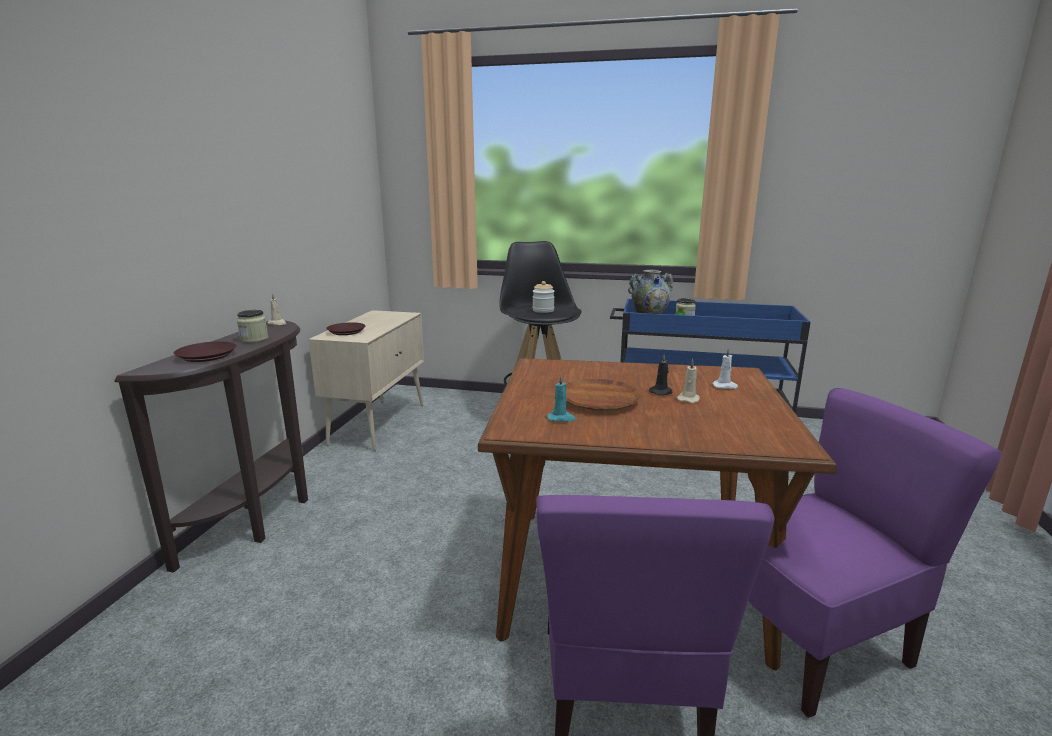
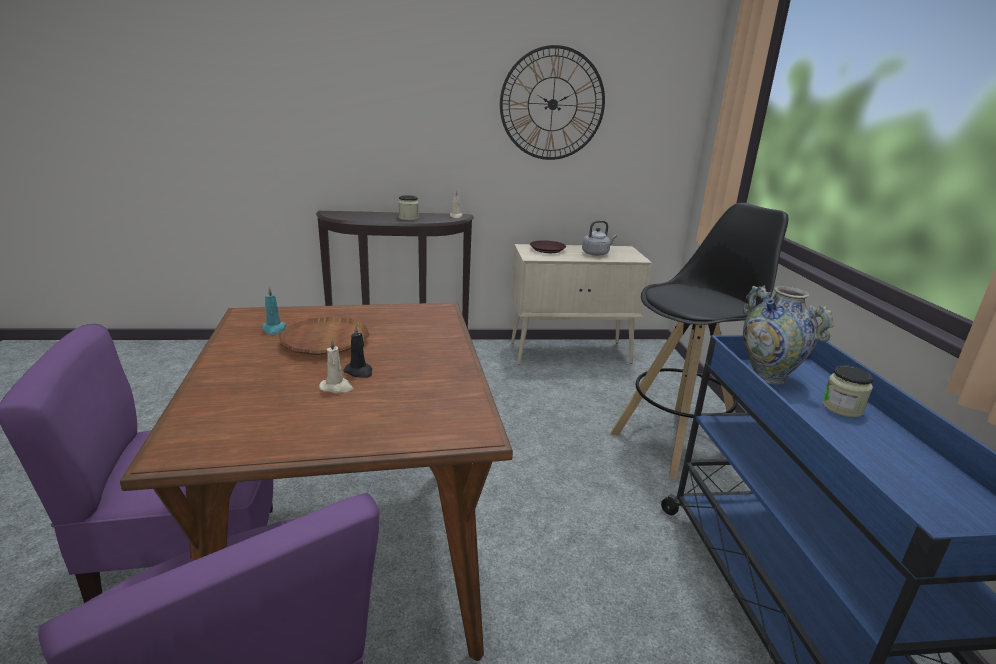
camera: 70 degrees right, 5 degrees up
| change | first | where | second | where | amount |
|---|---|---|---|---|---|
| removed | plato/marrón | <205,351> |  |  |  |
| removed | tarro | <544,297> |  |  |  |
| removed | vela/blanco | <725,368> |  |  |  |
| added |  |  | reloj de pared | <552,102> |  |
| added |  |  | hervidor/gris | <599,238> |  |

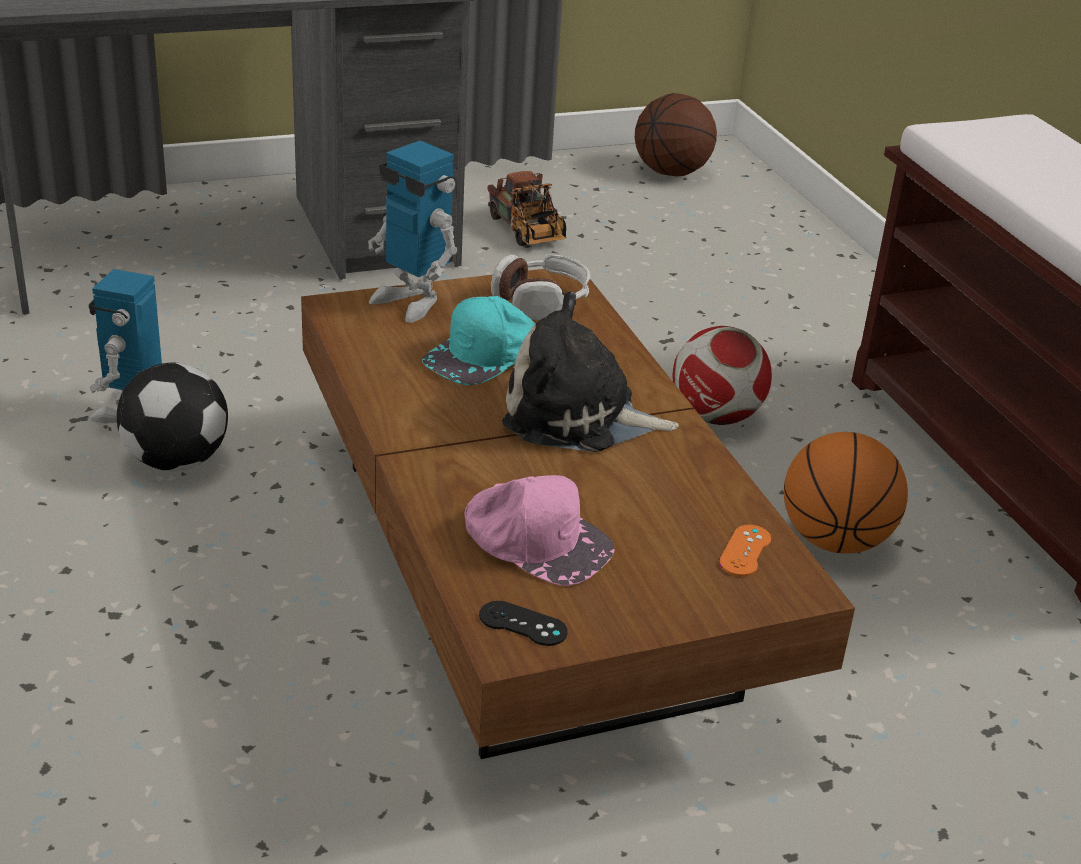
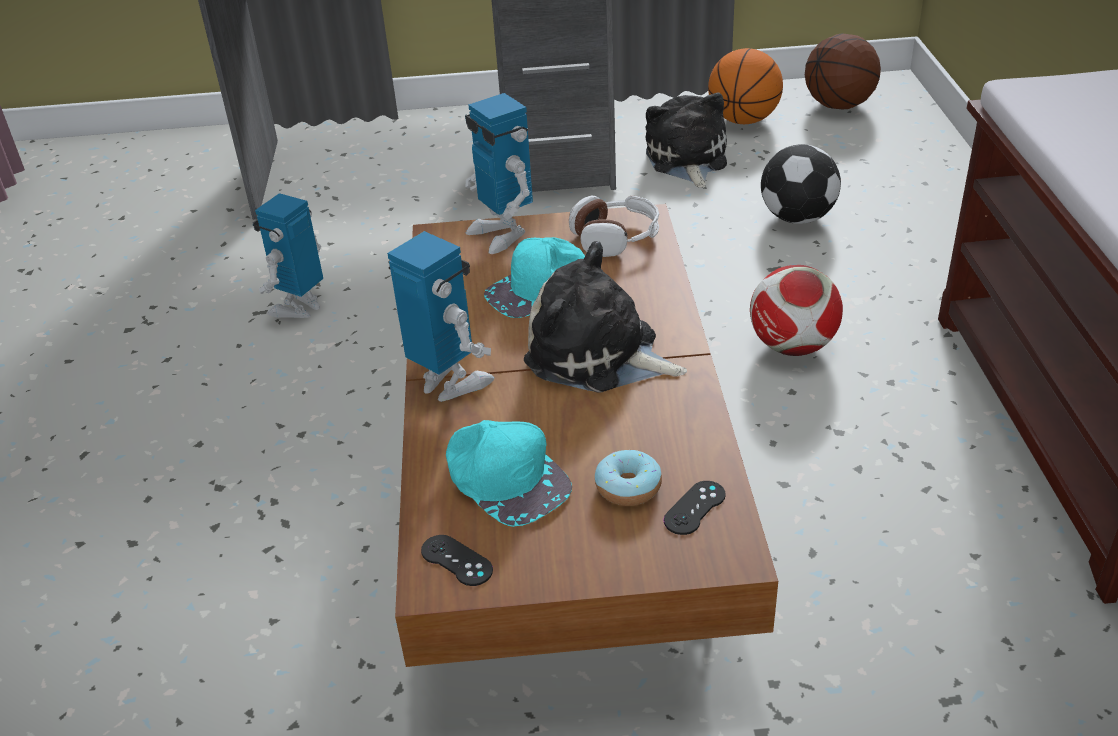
camera: 20 degrees right, 5 degrees up
| change | first | where | second | where | amount |
|---|---|---|---|---|---|
| moved | balón de fútbol | <172,417> |  | <801,184> |  |
| recoloured | gorra/rosa | <539,530> | gorra/turquesa | <509,473> |  |
| replaced | camión de juguete | <527,208> | peluche | <686,140> |  |
| recoloured | mando de consola/naranja | <745,551> | mando de consola/negro | <695,508> |  |
| moved | balón de baloncesto | <846,493> |  | <745,86> |  |
| added |  |  | robot de juguete | <440,316> |  |
| added |  |  | rosquilla | <628,478> |  |

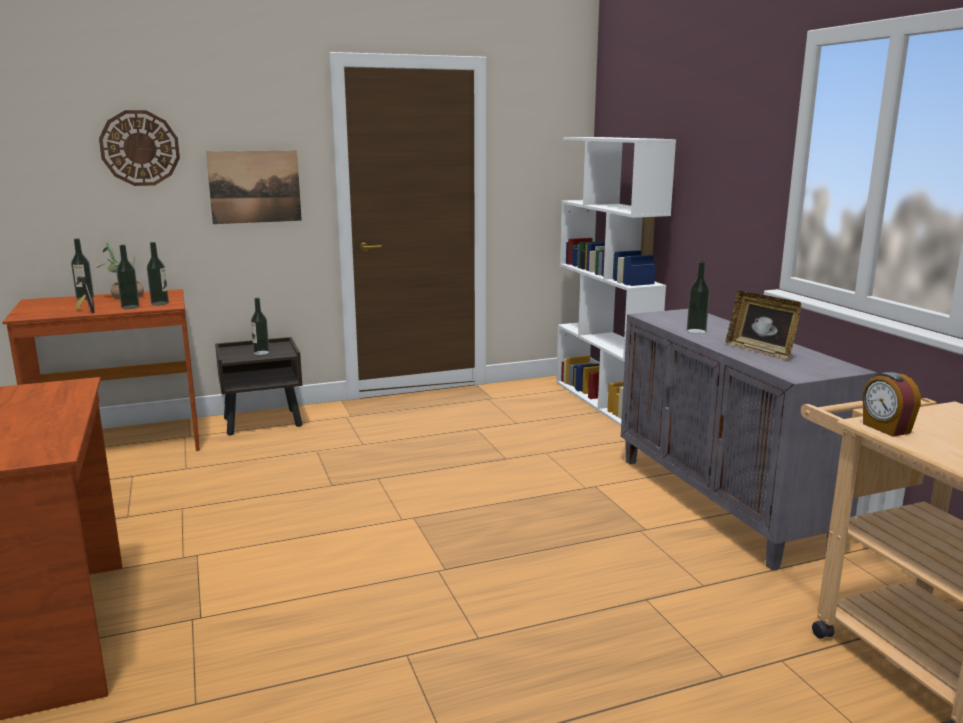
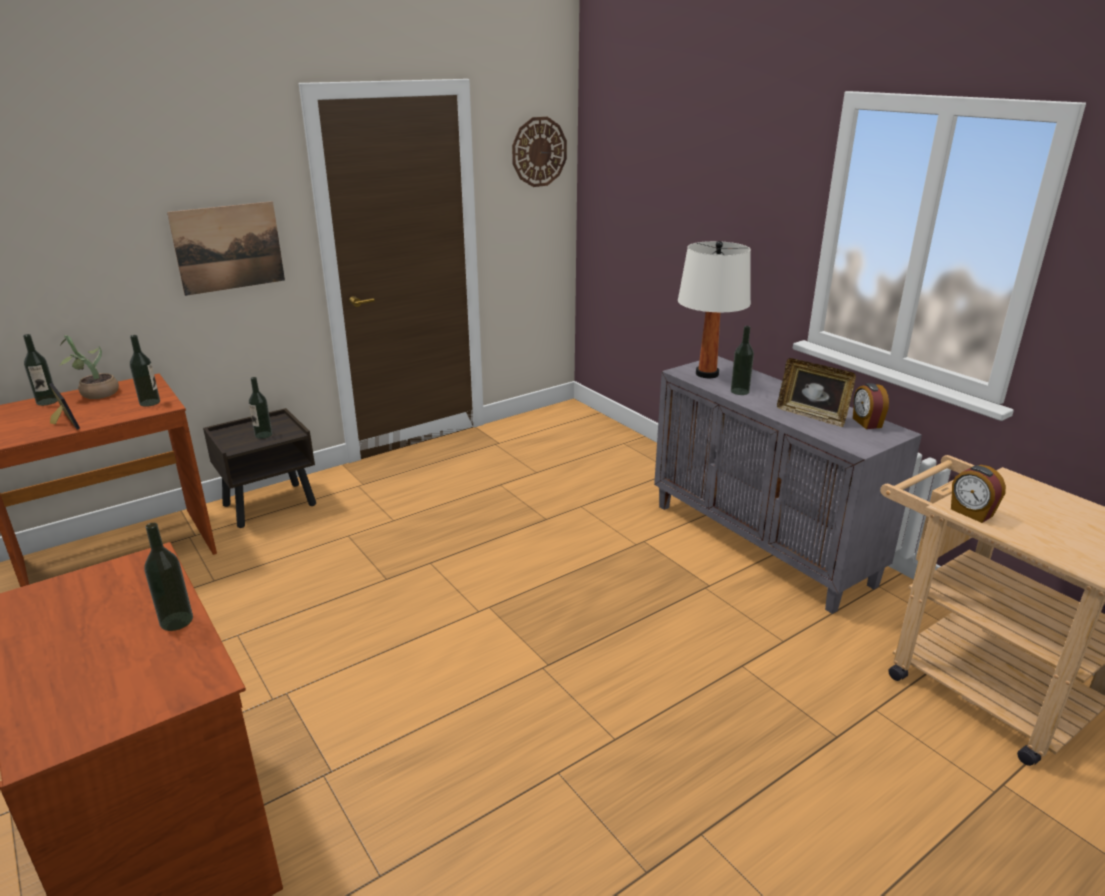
camera: 15 degrees left, 10 degrees up
| change | first | where | second | where | amount |
|---|---|---|---|---|---|
| moved | reloj de pared | <139,148> |  | <539,152> |  |
| moved | botella | <128,277> |  | <168,577> |  |
| removed | estantería/blanco | <616,281> |  |  |  |
| added |  |  | lámpara de mesa/blanco | <714,309> |  |
| added |  |  | despertador | <871,406> |  |

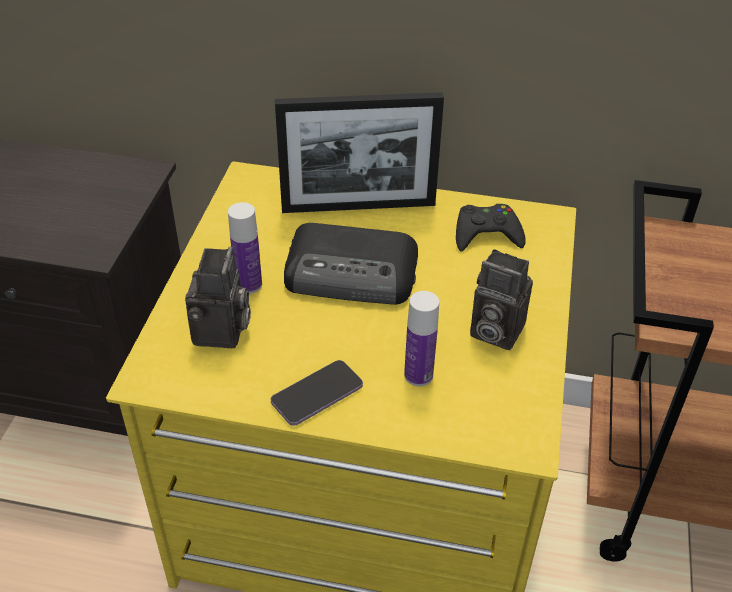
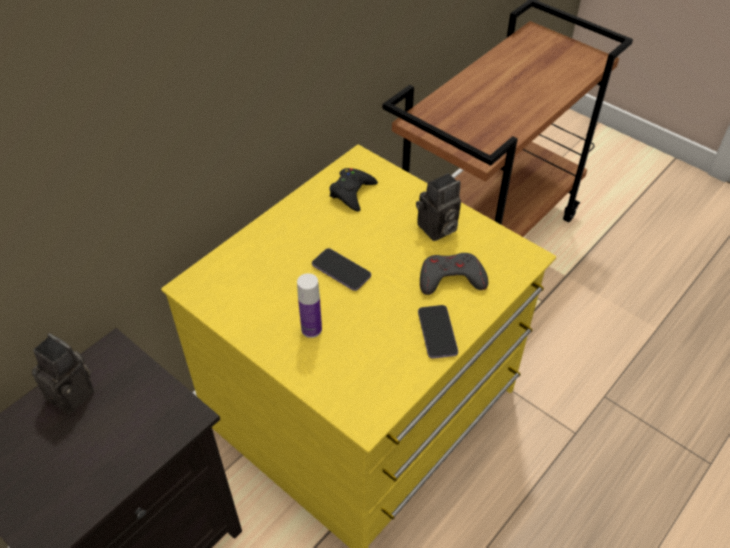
camera: 60 degrees left, 5 degrees up
| change | first | where | second | where | amount |
|---|---|---|---|---|---|
| moved | cámara | <218,297> |  | <63,373> |  |
| removed | portarretratos | <359,152> |  |  |  |
| replaced | radio | <351,264> | móvil | <341,269> |  |
| replaced | botella | <421,338> | mando de consola/gris | <454,274> |  |

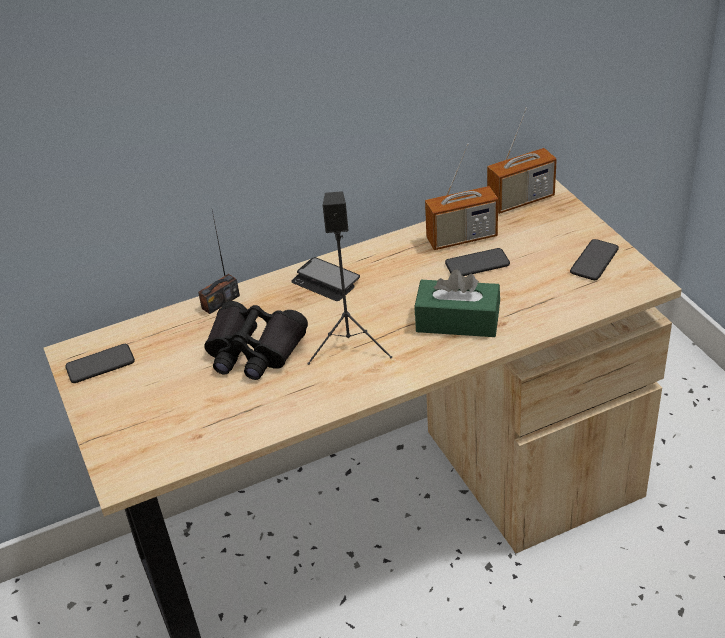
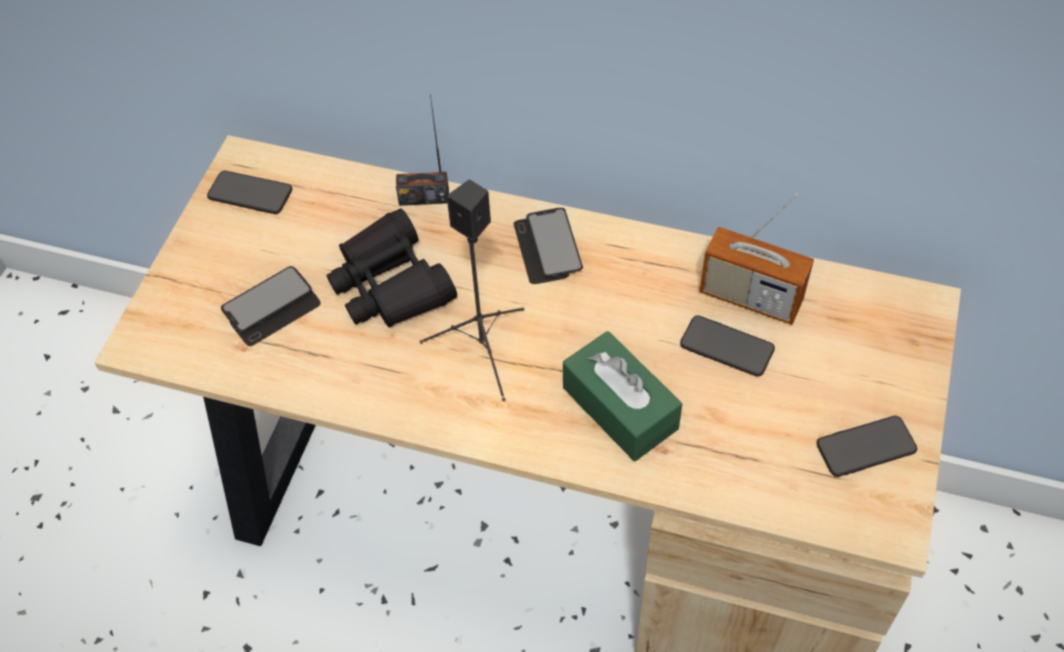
camera: 40 degrees right, 15 degrees up
| change | first | where | second | where | amount |
|---|---|---|---|---|---|
| removed | radio | <522,161> |  |  |  |
| added |  |  | móvil | <270,306> |  |

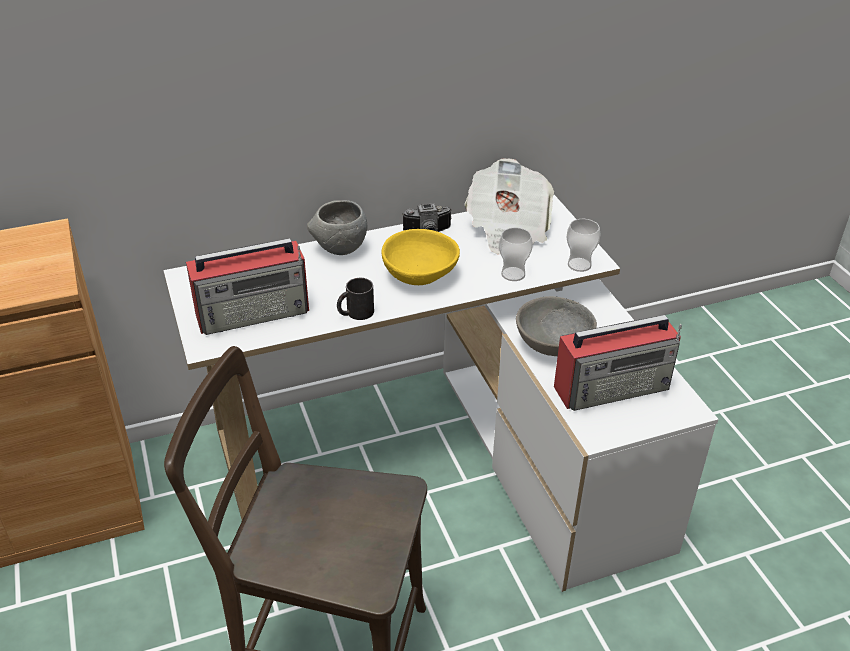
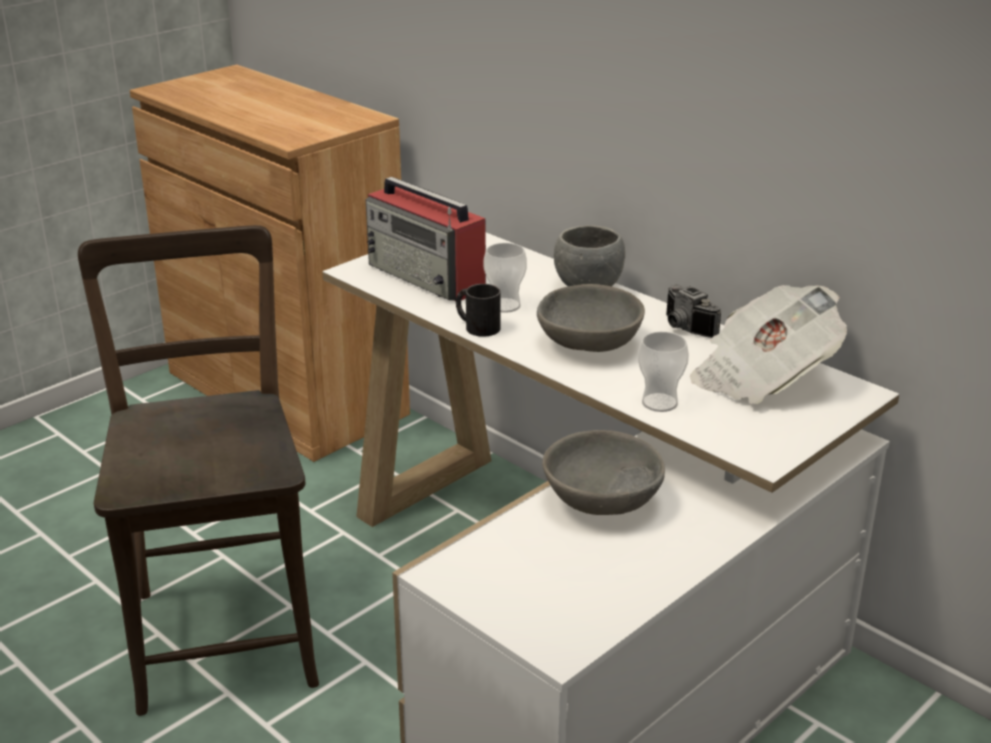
camera: 65 degrees right, 10 degrees down
| change | first | where | second | where | amount |
|---|---|---|---|---|---|
| recoloured | cuenco/amarillo | <421,257> | cuenco/gris | <591,318> |  |
| removed | radio | <618,363> |  |  |  |
| moved | taza | <583,245> |  | <505,278> |  |

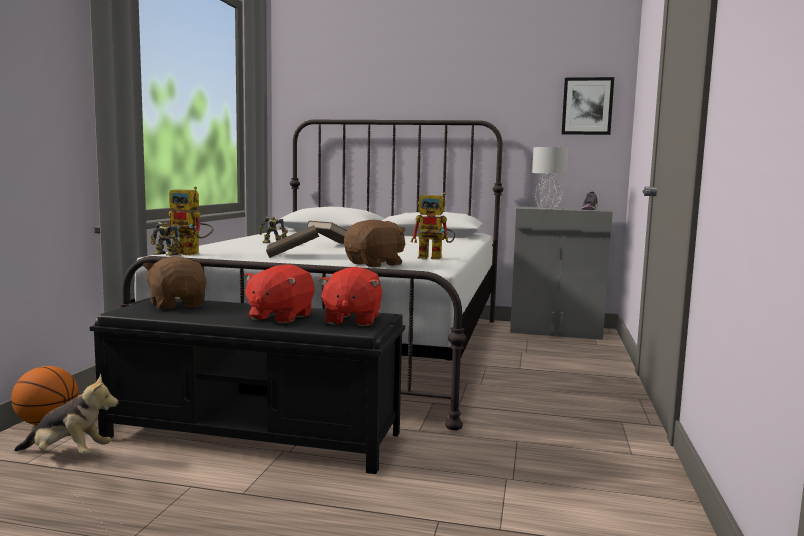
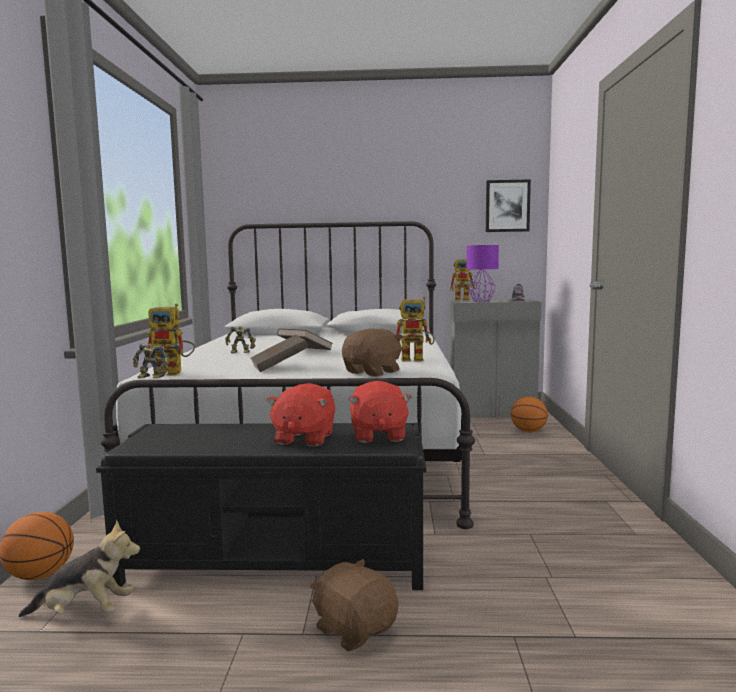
camera: 10 degrees left, 0 degrees up
| change | first | where | second | where | amount |
|---|---|---|---|---|---|
| moved | peluche/marrón | <175,283> |  | <354,605> |  |
| recoloured | lámpara de mesa/gris | <550,178> | lámpara de mesa/morado | <483,273> |  |
| added |  |  | robot de juguete | <463,279> |  |
| added |  |  | balón de baloncesto | <529,414> |  |

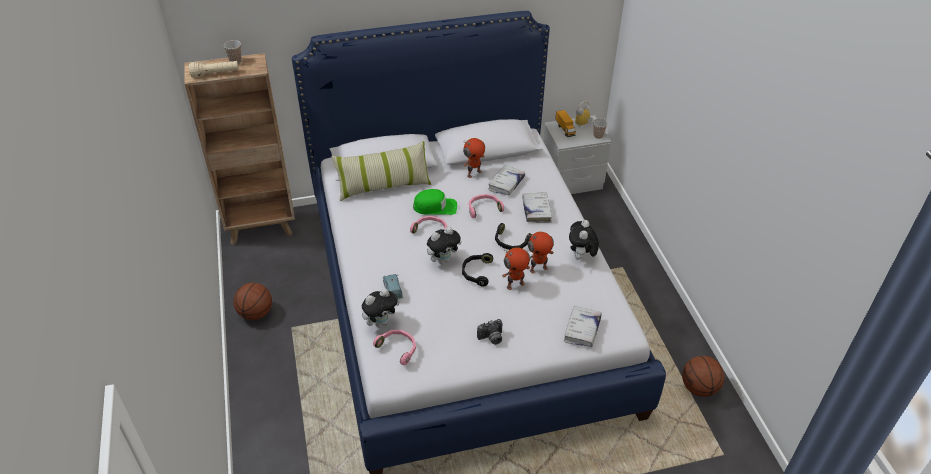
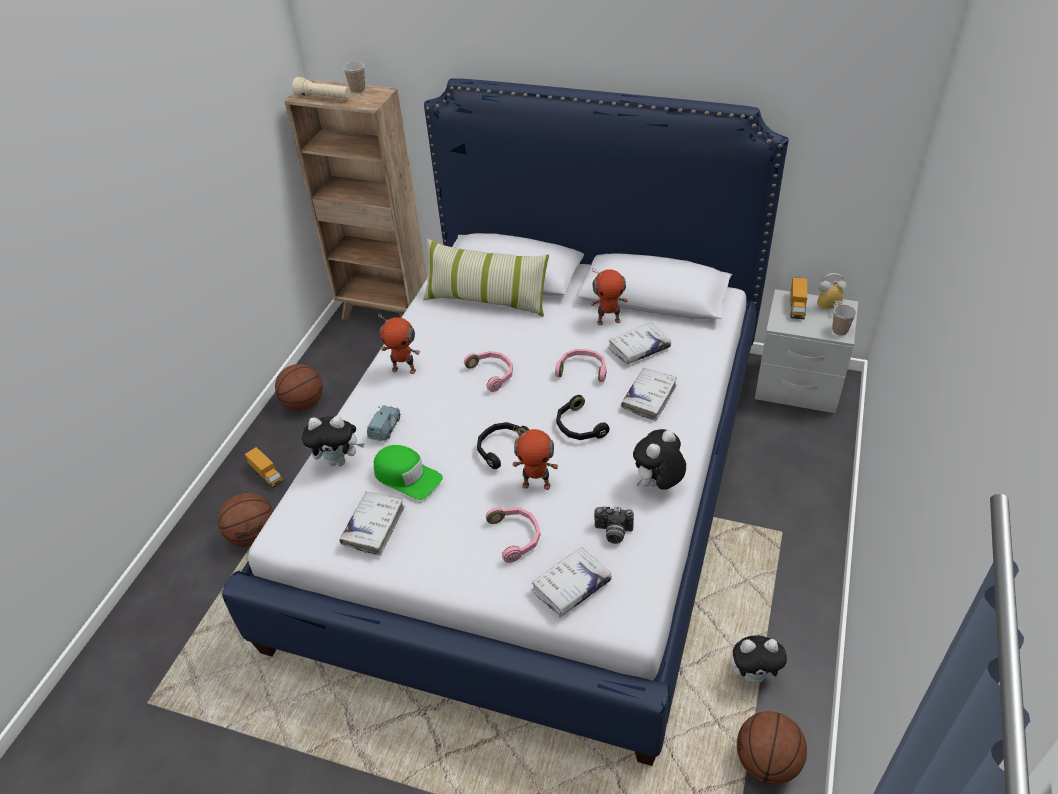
camera: 35 degrees right, 0 degrees up
| change | first | where | second | where | amount |
|---|---|---|---|---|---|
| moved | auriculares/rosa | <394,347> |  | <513,535> |  |
| moved | gorra/verde | <435,202> |  | <408,472> |  |
| moved | peluche | <444,245> |  | <760,659> |  |
| moved | cámara | <490,332> |  | <614,525> |  |
| moved | robot de juguete | <541,252> |  | <399,343> |  |
| added |  |  | balón de baloncesto | <245,520> |  |
| added |  |  | camión de juguete | <264,468> |  |
| added |  |  | libro/blanco | <372,524> |  |

